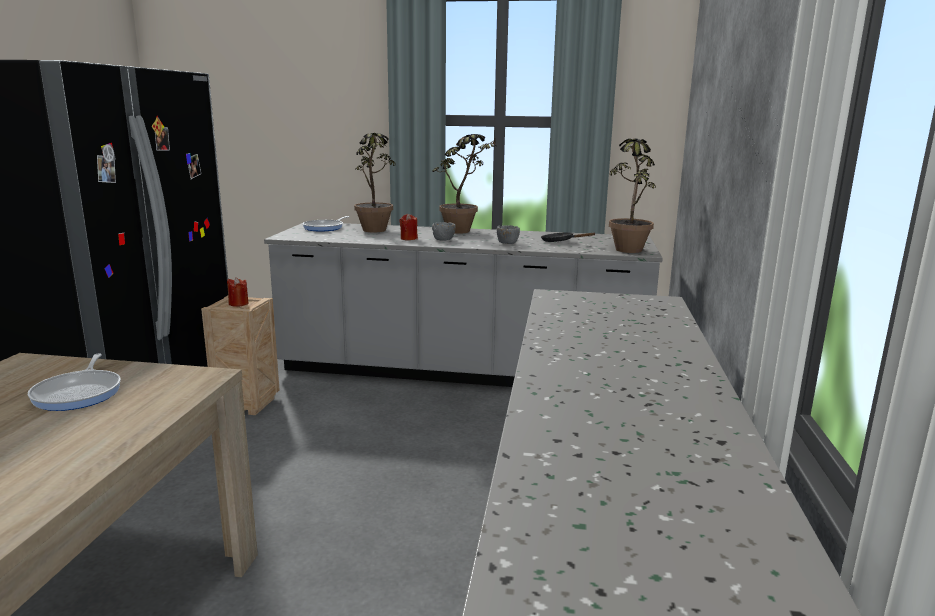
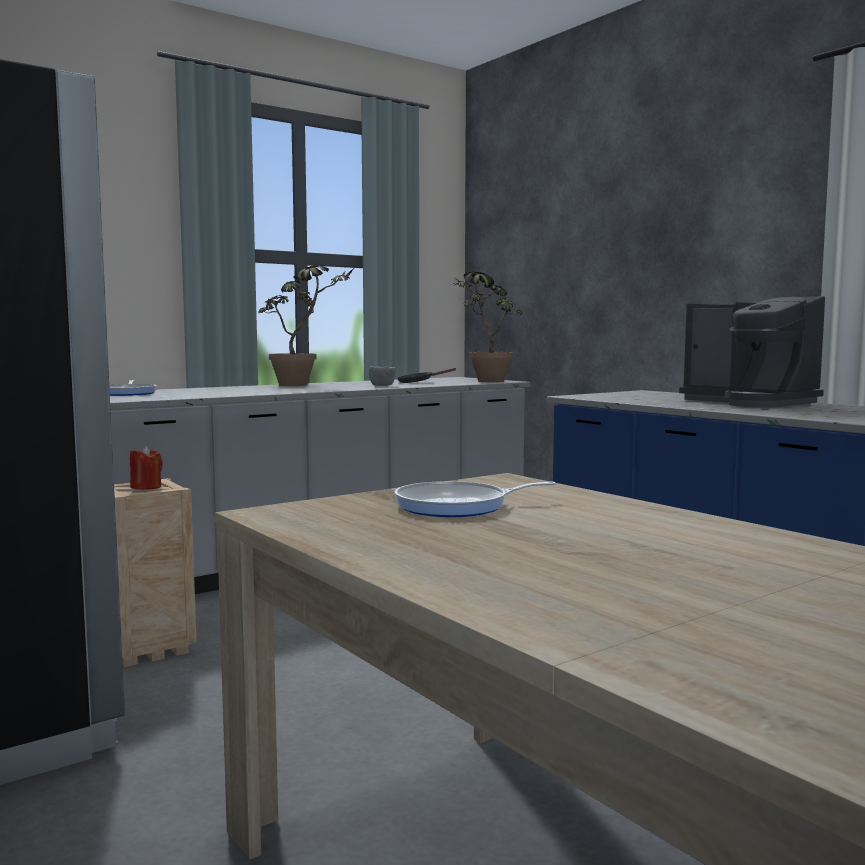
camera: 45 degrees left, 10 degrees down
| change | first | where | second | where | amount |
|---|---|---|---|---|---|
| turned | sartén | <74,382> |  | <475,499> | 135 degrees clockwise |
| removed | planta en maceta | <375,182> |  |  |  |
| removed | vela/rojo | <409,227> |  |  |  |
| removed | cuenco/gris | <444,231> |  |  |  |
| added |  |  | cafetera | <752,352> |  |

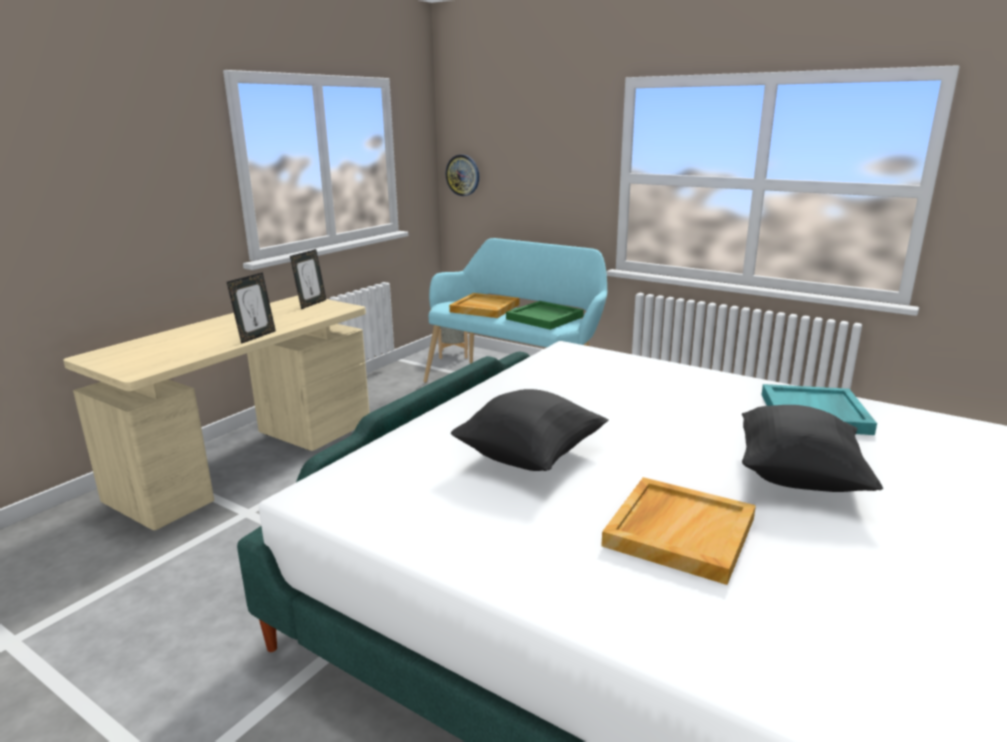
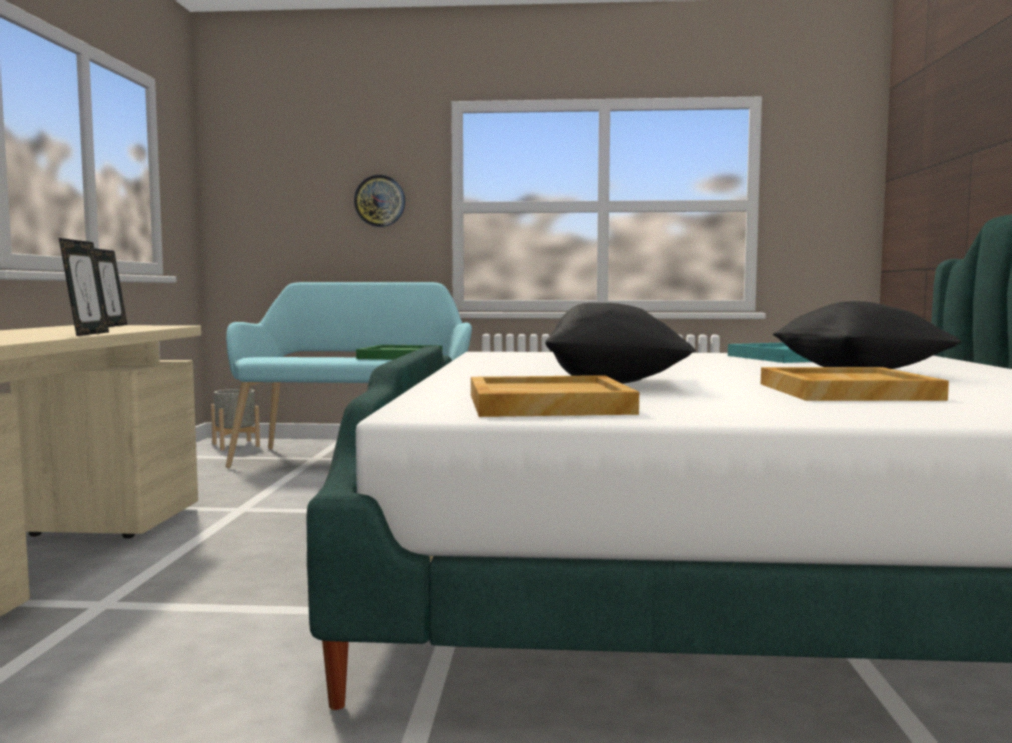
camera: 30 degrees left, 15 degrees down
| change | first | where | second | where | amount |
|---|---|---|---|---|---|
| moved | reloj de pared | <462,175> |  | <379,201> |  |
| moved | bandeja/beis | <484,305> |  | <555,396> |  |

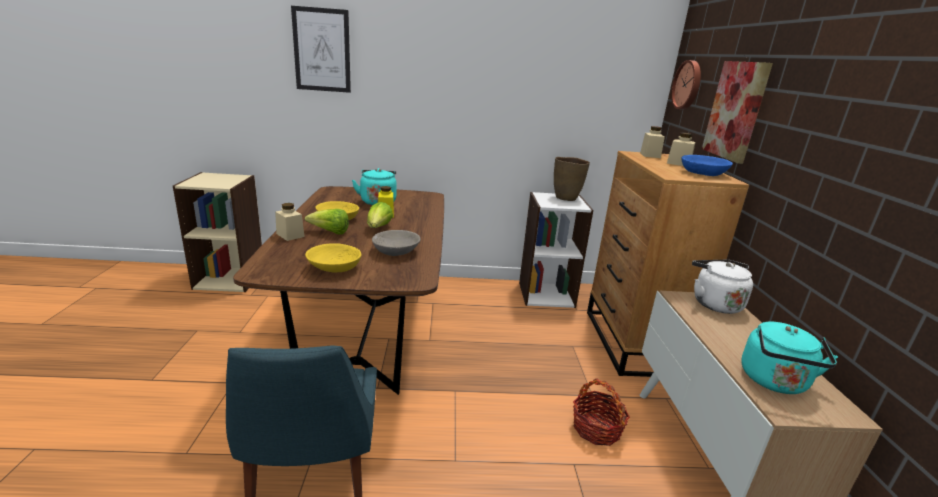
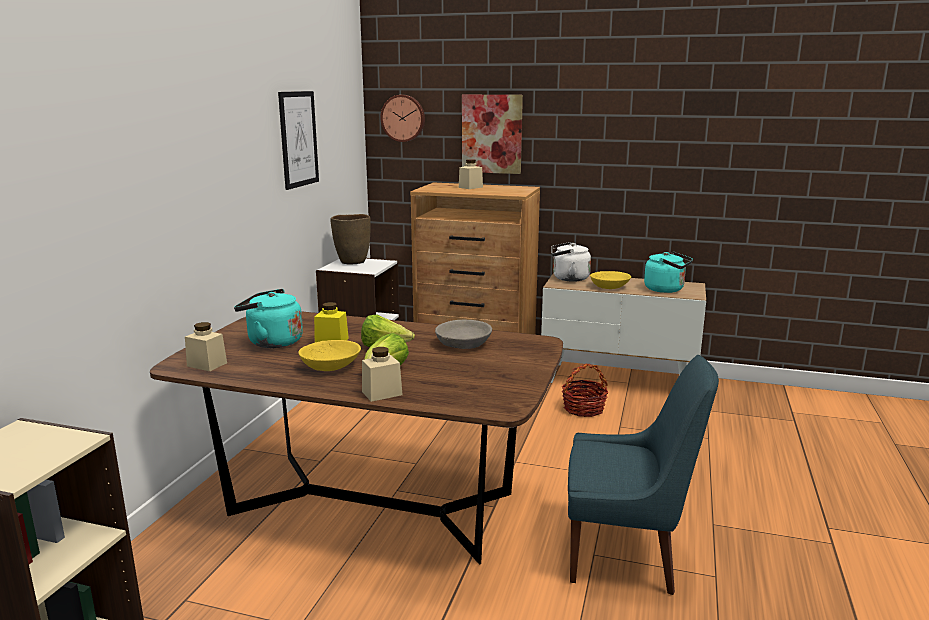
camera: 70 degrees left, 5 degrees down
| change | first | where | second | where | amount |
|---|---|---|---|---|---|
| moved | cuadro | <321,49> |  | <298,140> |  |
| moved | cuenco/amarillo | <333,257> |  | <610,280> |  |
| moved | tarro/beis | <652,142> |  | <206,346> |  |
| removed | cuenco/azul | <707,165> |  |  |  |

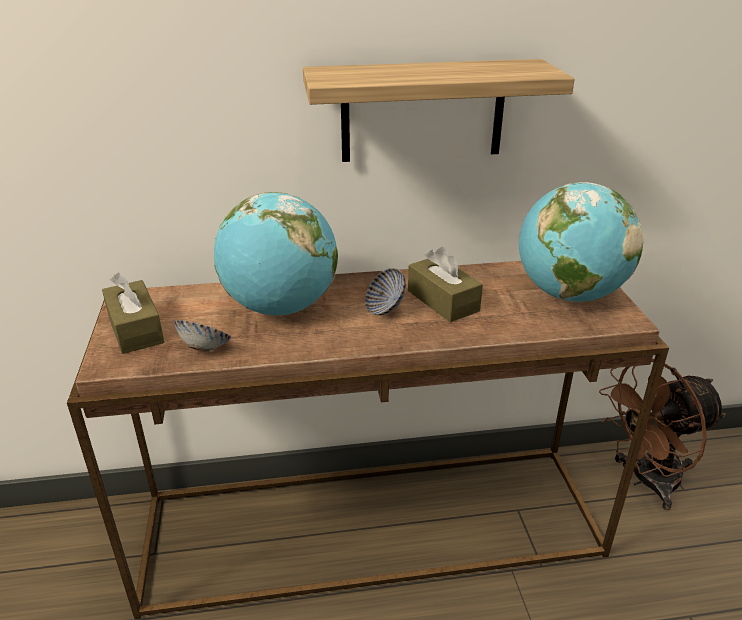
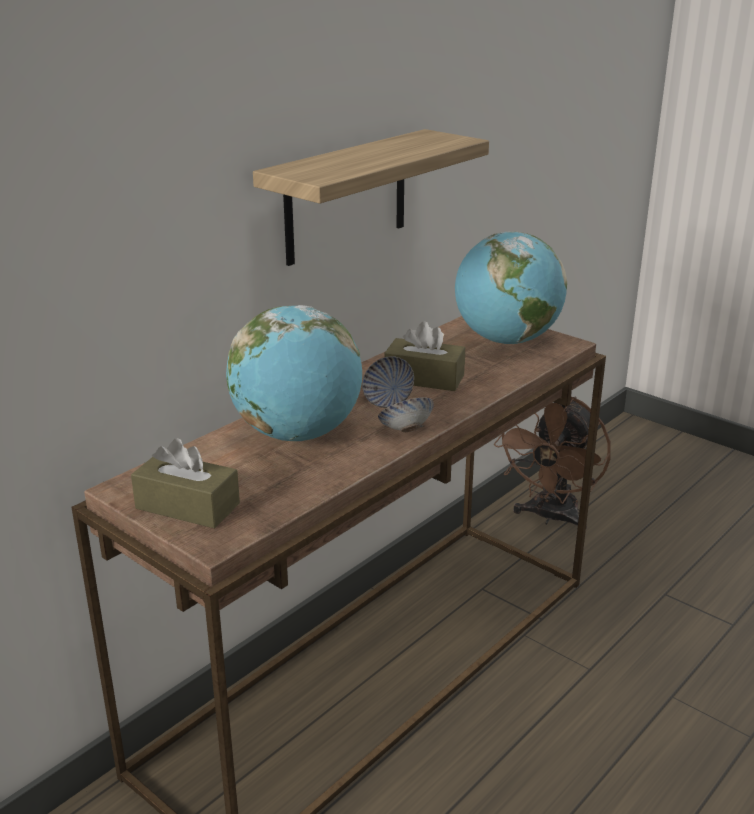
camera: 40 degrees left, 5 degrees down
| change | first | where | second | where | amount |
|---|---|---|---|---|---|
| moved | cuenco | <202,336> |  | <406,414> |  |

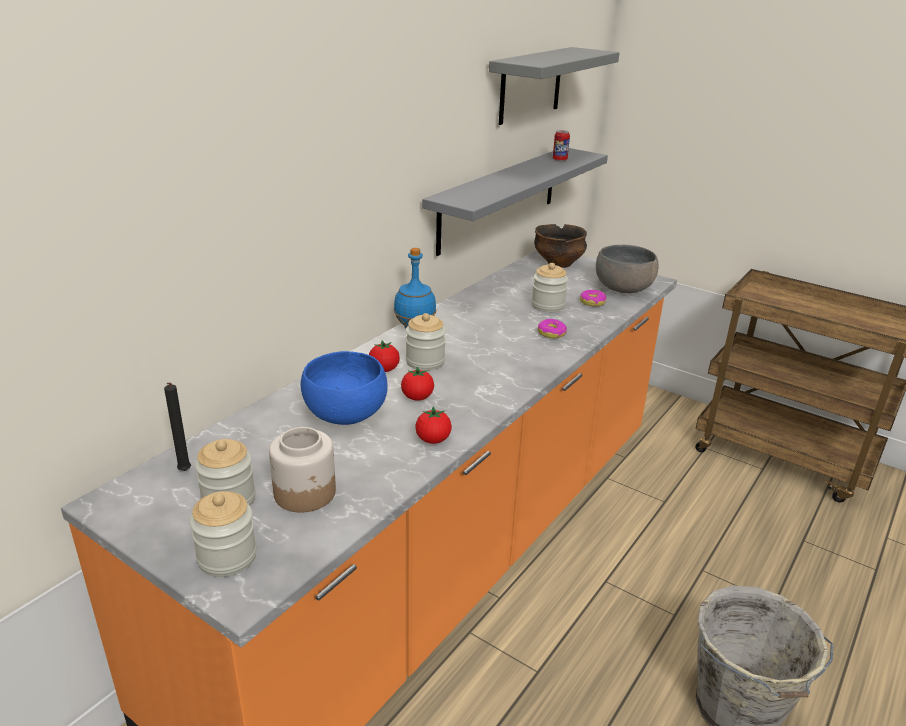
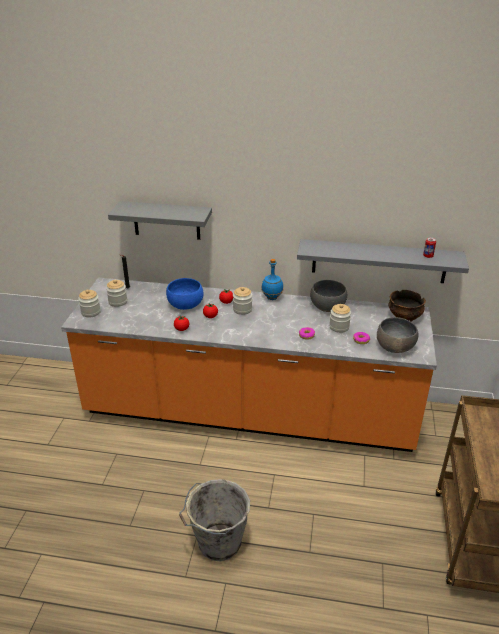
camera: 65 degrees right, 5 degrees up
| change | first | where | second | where | amount |
|---|---|---|---|---|---|
| removed | tarro | <302,470> |  |  |  |
| moved | estante/gris | <554,86> |  | <160,220> |  |
| added |  |  | cuenco/gris | <328,296> |  |

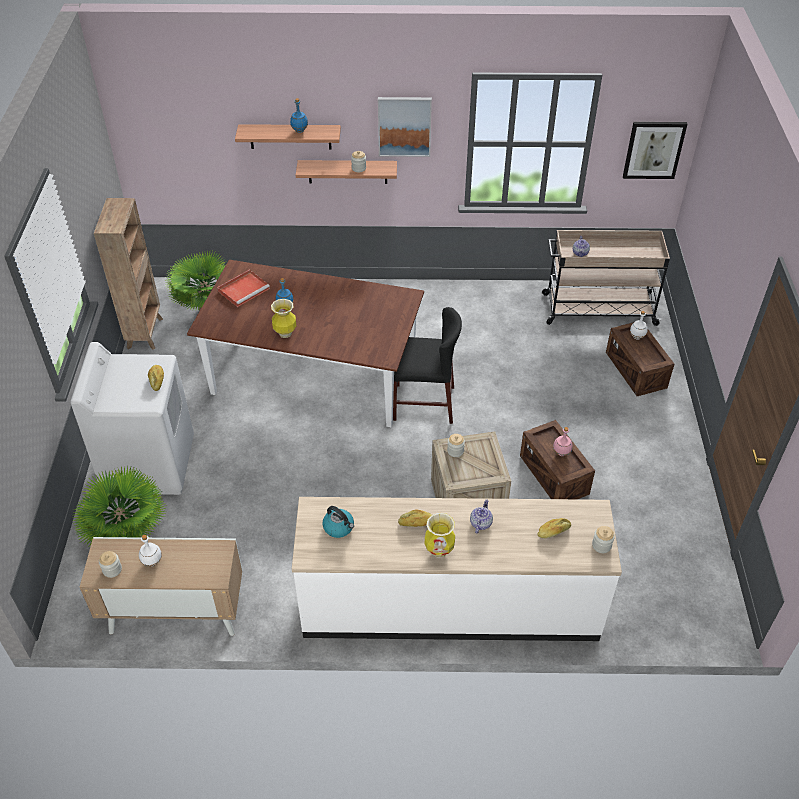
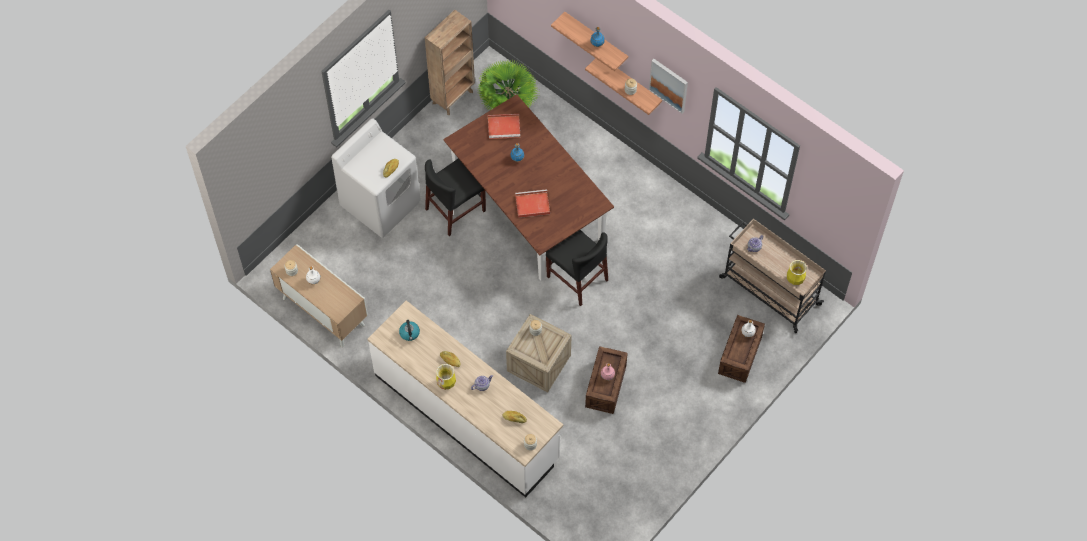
camera: 40 degrees right, 15 degrees up
| change | first | where | second | where | amount |
|---|---|---|---|---|---|
| removed | planta en maceta | <120,505> |  |  |  |
| moved | florero | <283,318> |  | <797,272> |  |
| removed | cuadro | <655,150> |  |  |  |
| added |  |  | silla/negro | <455,197> |  |
| added |  |  | bandeja/rojo | <532,203> |  |

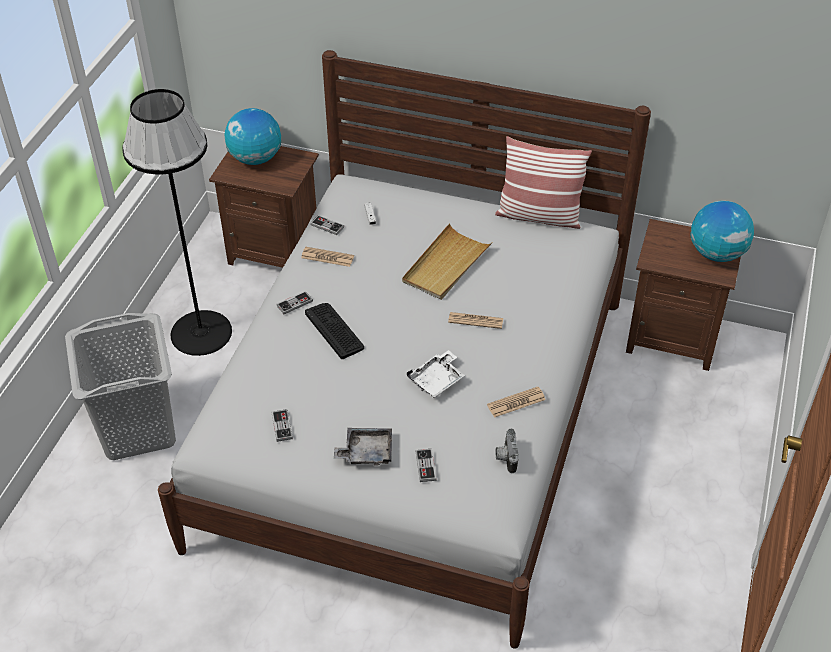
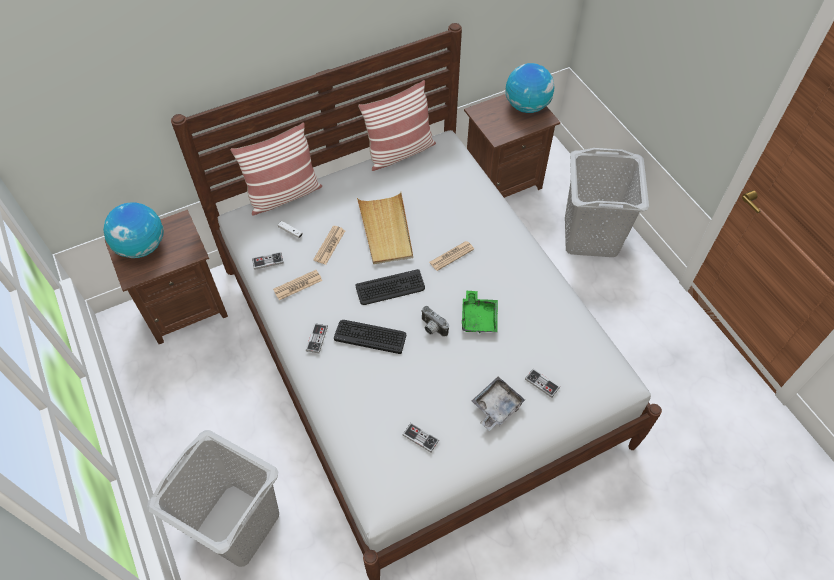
camera: 45 degrees left, 10 degrees up
| change | first | where | second | where | amount |
|---|---|---|---|---|---|
| removed | lámpara de pie/negro | <177,222> |  |  |  |
| recoloured | bandeja/blanco | <436,374> | bandeja/verde | <480,311> |  |
| moved | periódico | <516,402> |  | <329,245> |  |
| moved | cámara | <507,450> |  | <435,321> |  |
| added |  |  | cojín | <276,169> |  |
| added |  |  | teclado | <390,287> |  |
| added |  |  | cesto de la ropa/gris | <607,202> |  |

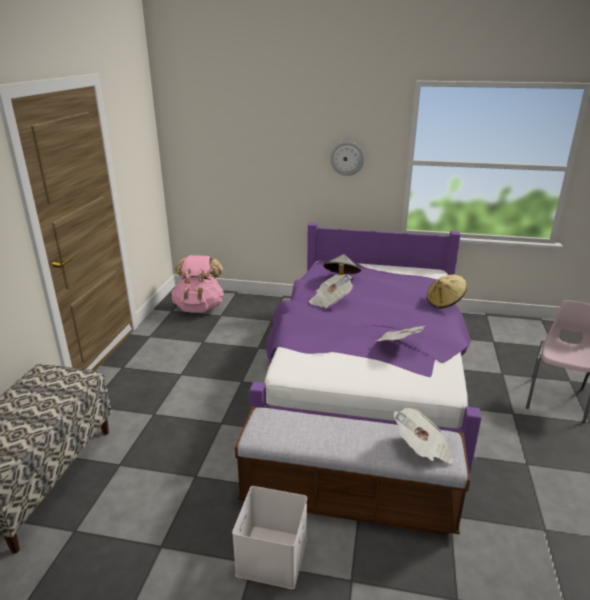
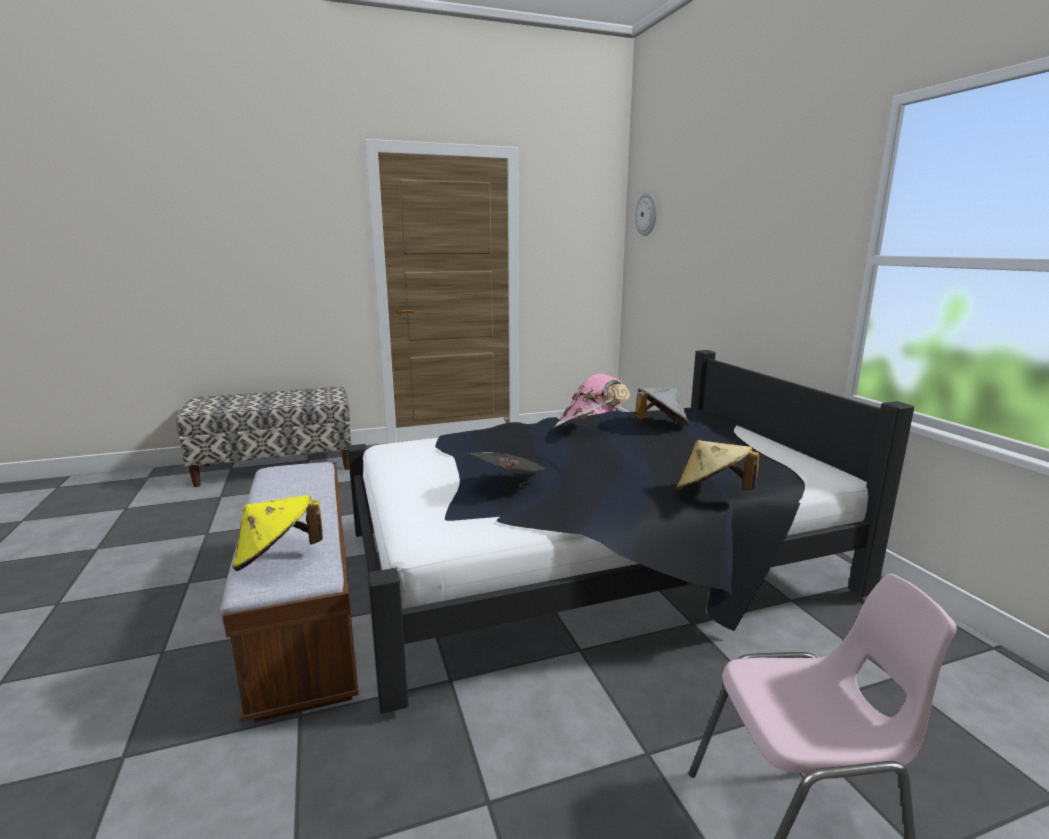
camera: 60 degrees right, 10 degrees down
| change | first | where | second | where | amount |
|---|---|---|---|---|---|
| removed | caja de almacenaje/blanco | <269,537> |  |  |  |
| recoloured | cama/morado | <365,348> | cama/negro | <631,532> |  |
| moved | reloj de pared | <347,158> |  | <646,214> |  |
| replaced | periódico | <423,436> | sombrero/amarillo | <277,533> |  |

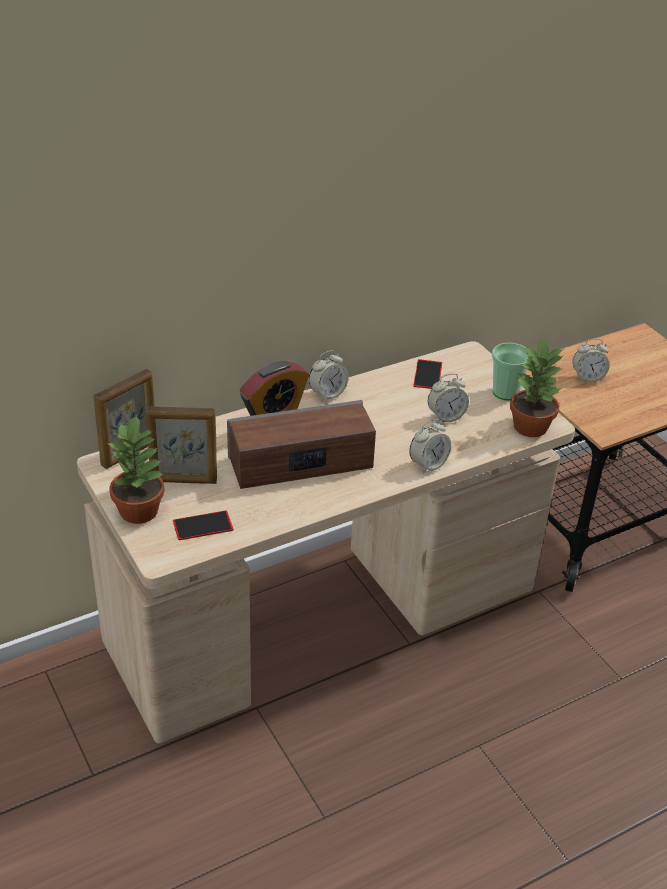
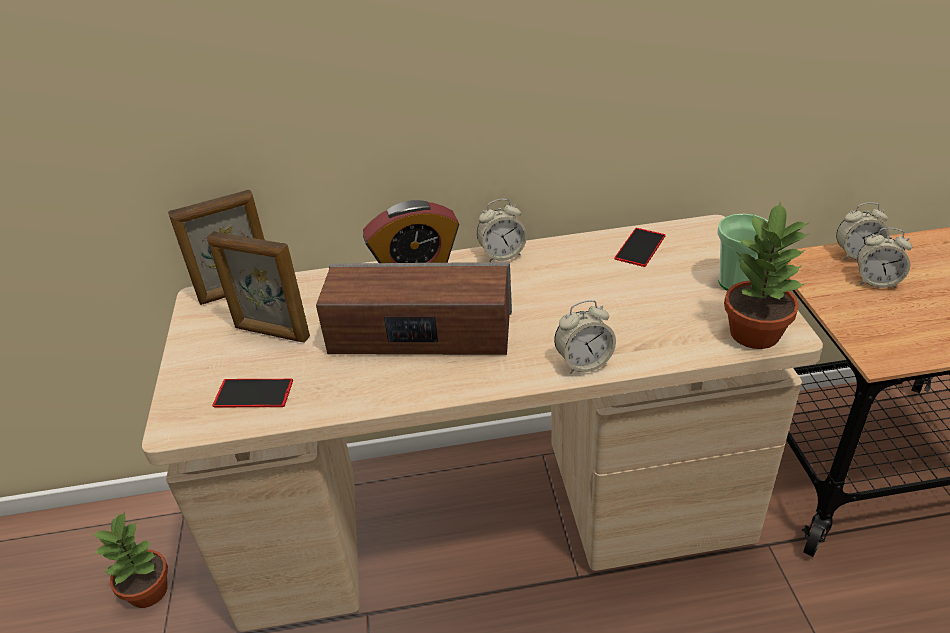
camera: 25 degrees right, 0 degrees up
| change | first | where | second | where | amount |
|---|---|---|---|---|---|
| moved | planta en maceta | <135,468> |  | <130,560> |  |
| moved | despertador | <448,398> |  | <862,231> |  |

